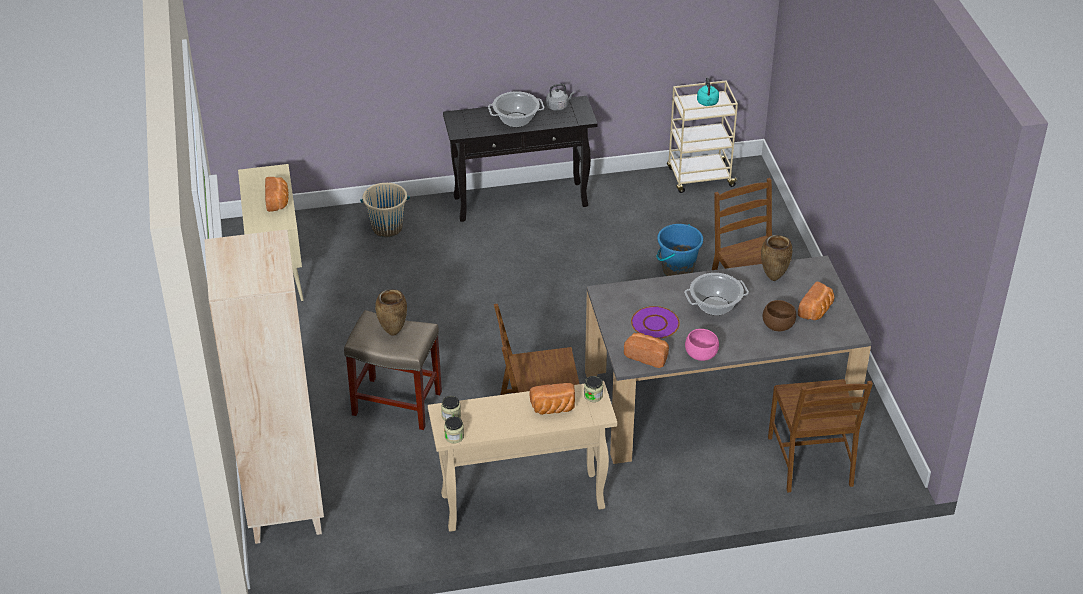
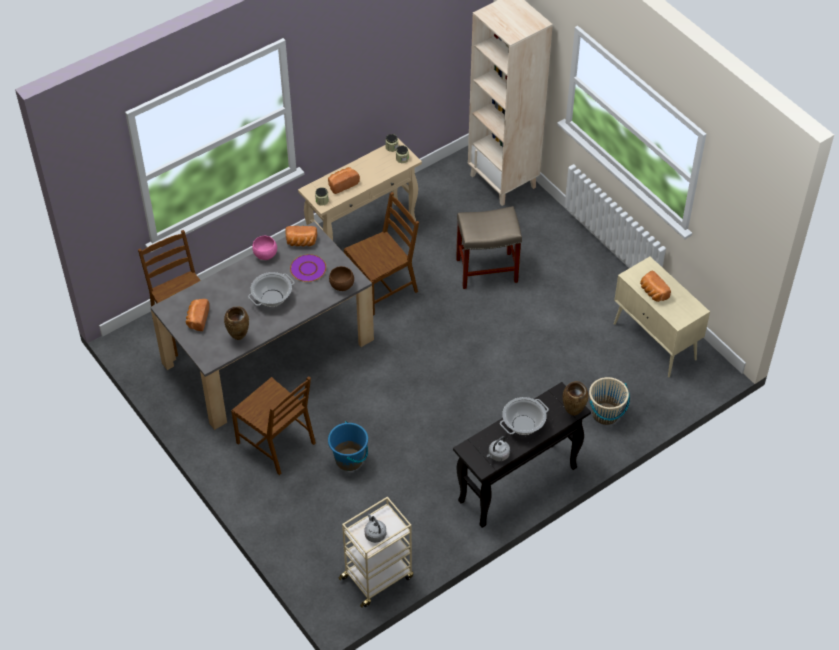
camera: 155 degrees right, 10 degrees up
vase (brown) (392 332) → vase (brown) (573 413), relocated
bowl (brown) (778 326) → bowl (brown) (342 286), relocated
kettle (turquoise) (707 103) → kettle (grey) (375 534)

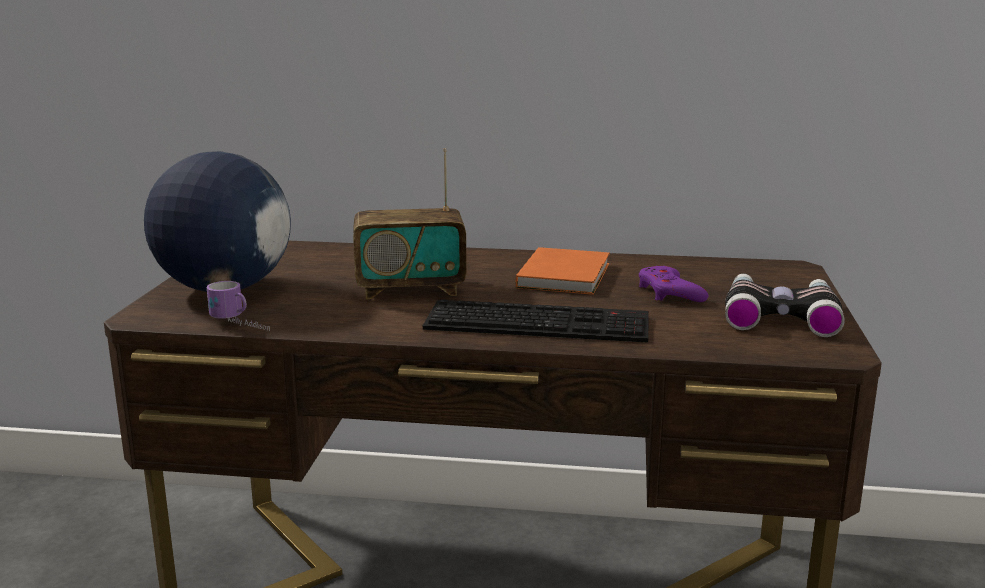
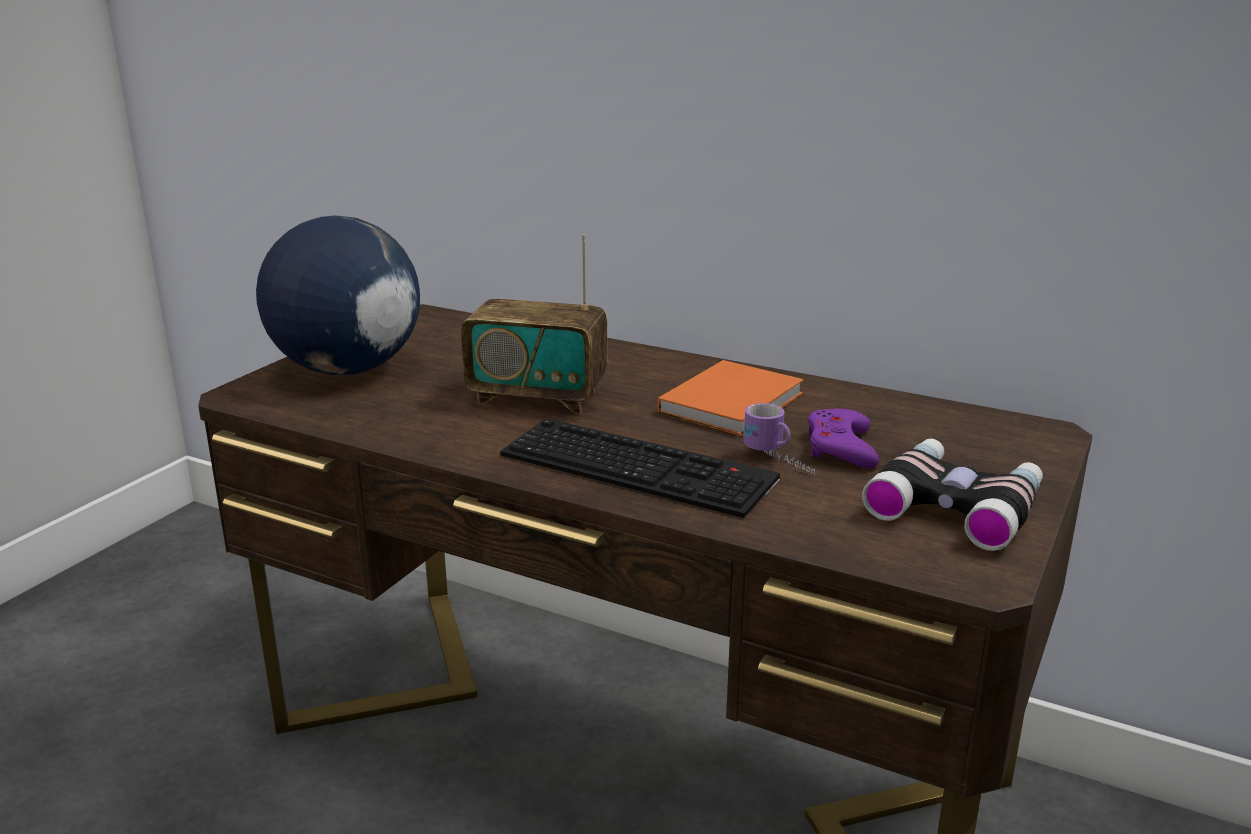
camera: 20 degrees right, 5 degrees up
mug (241 326) → mug (780 462), relocated

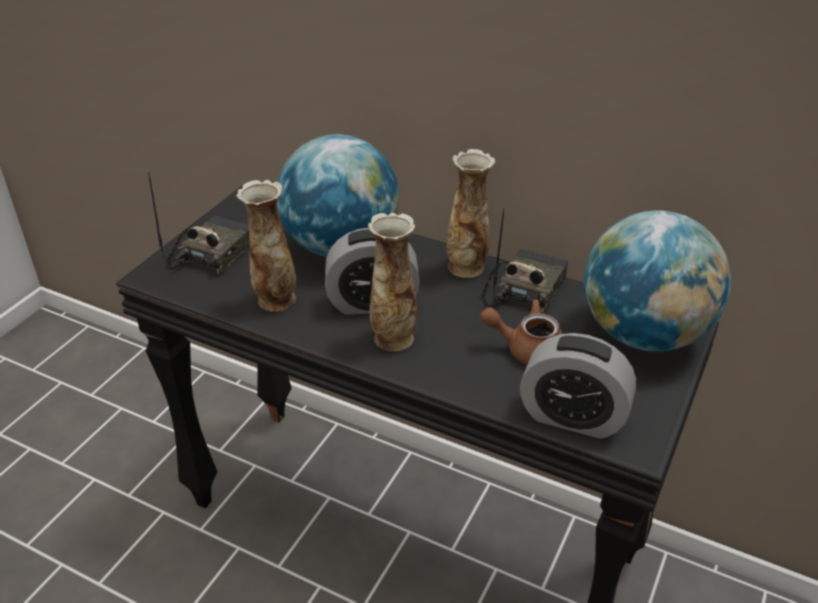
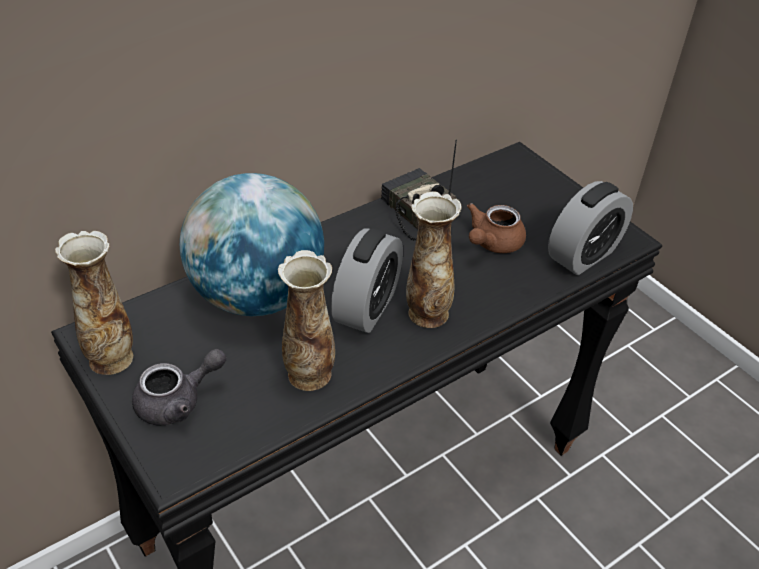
camera: 65 degrees left, 5 degrees up
globe (643 334) → -
vase (467 267) → vase (110 357), relocated
radio (211 253) → teapot (grey) (178 402)

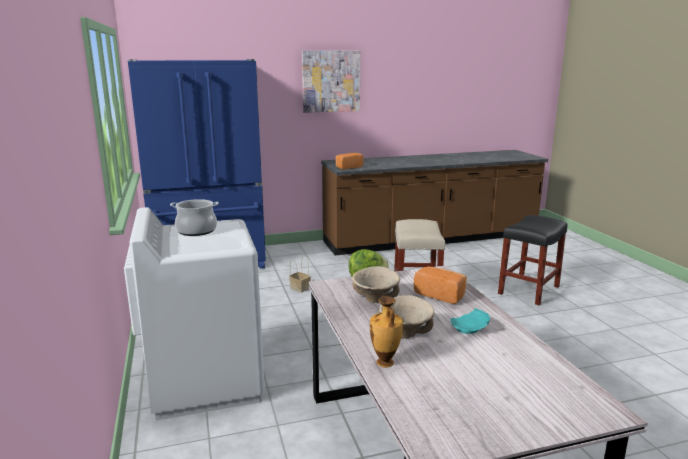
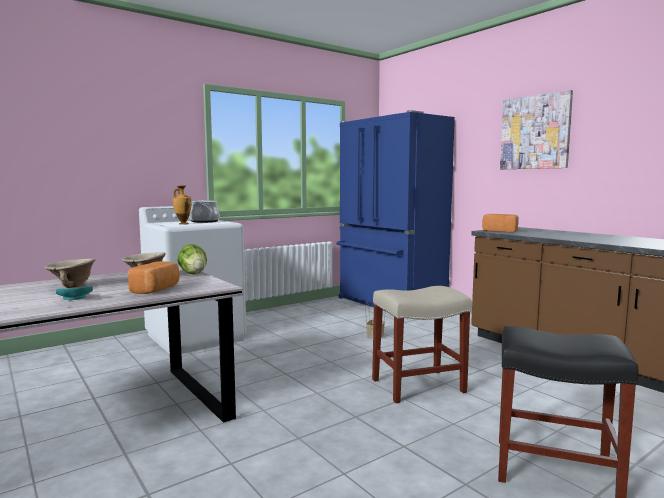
camera: 70 degrees right, 10 degrees down
vase (385 363) → vase (183 224), relocated

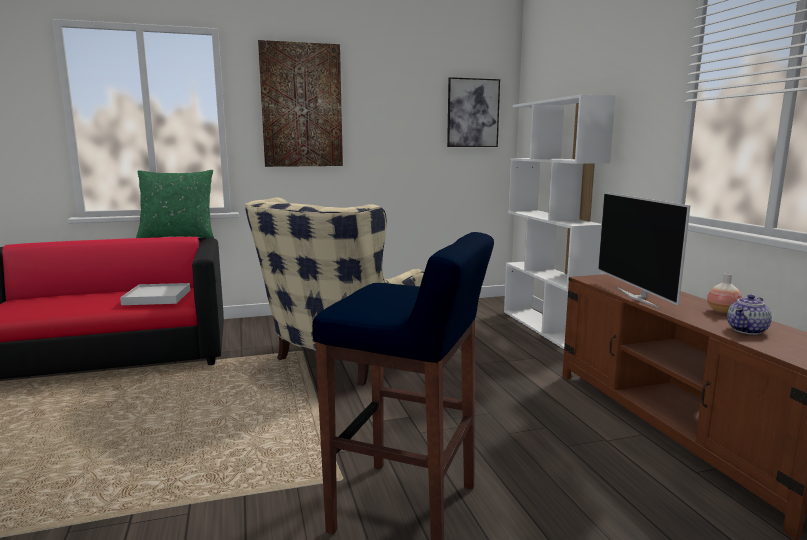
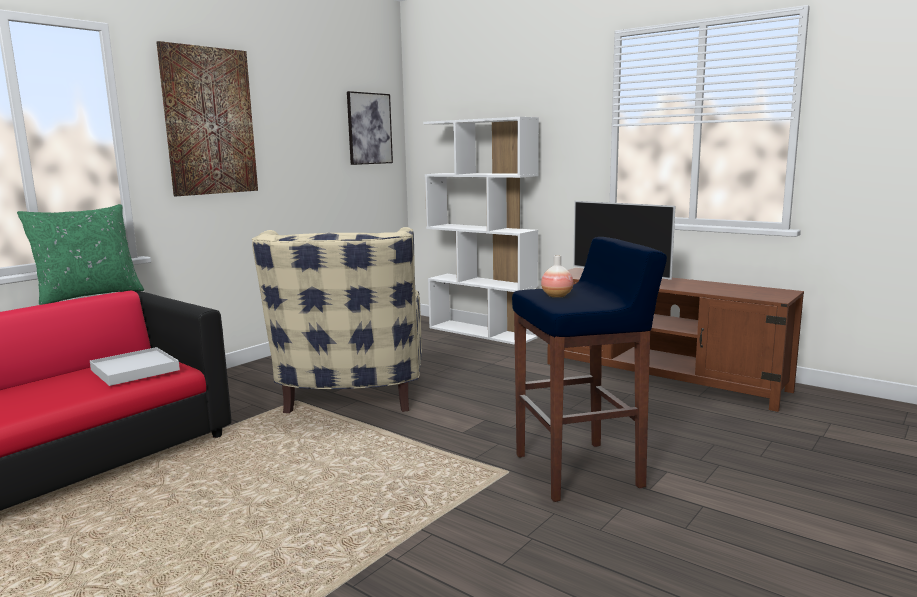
camera: 35 degrees left, 0 degrees up
teapot (747 331) → -
vase (722 311) → vase (557 296), relocated

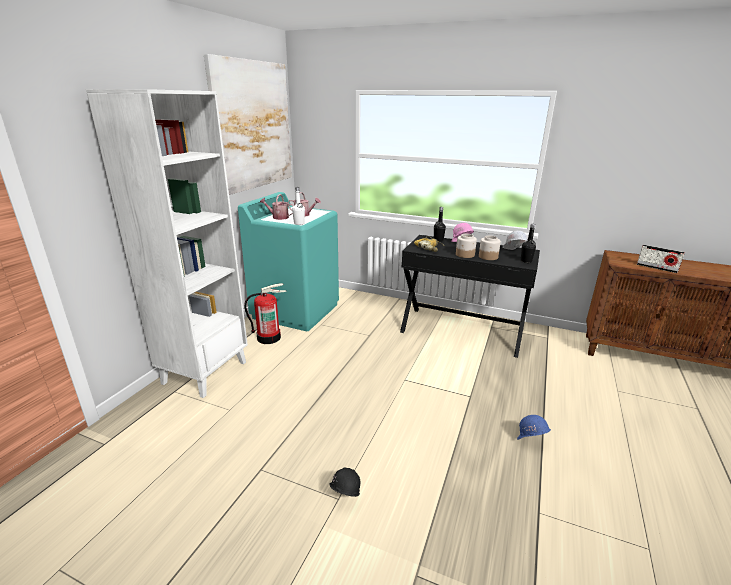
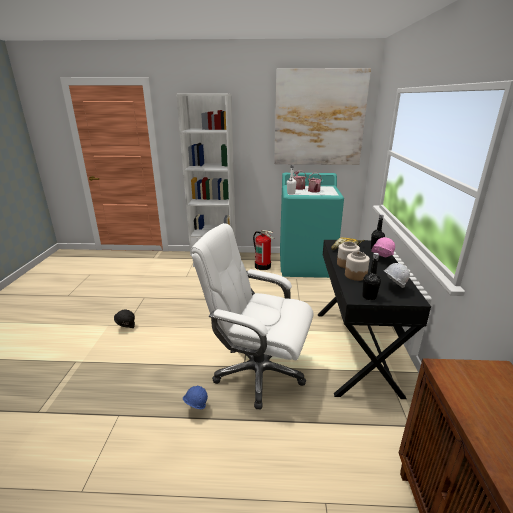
camera: 70 degrees right, 0 degrees up
radio (657 268) → -
- → office chair (white) (257 372)

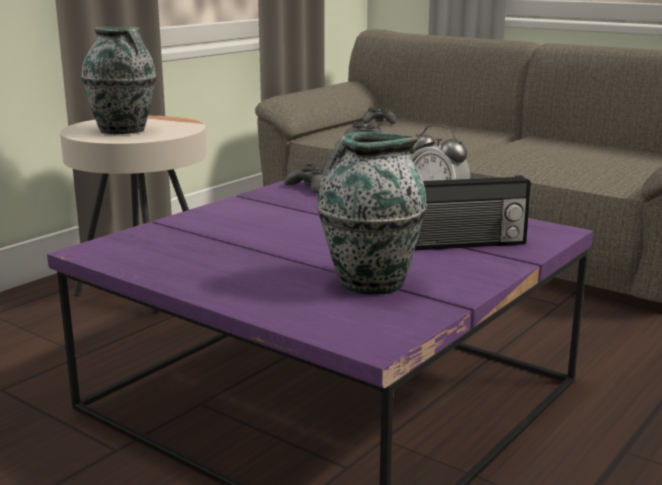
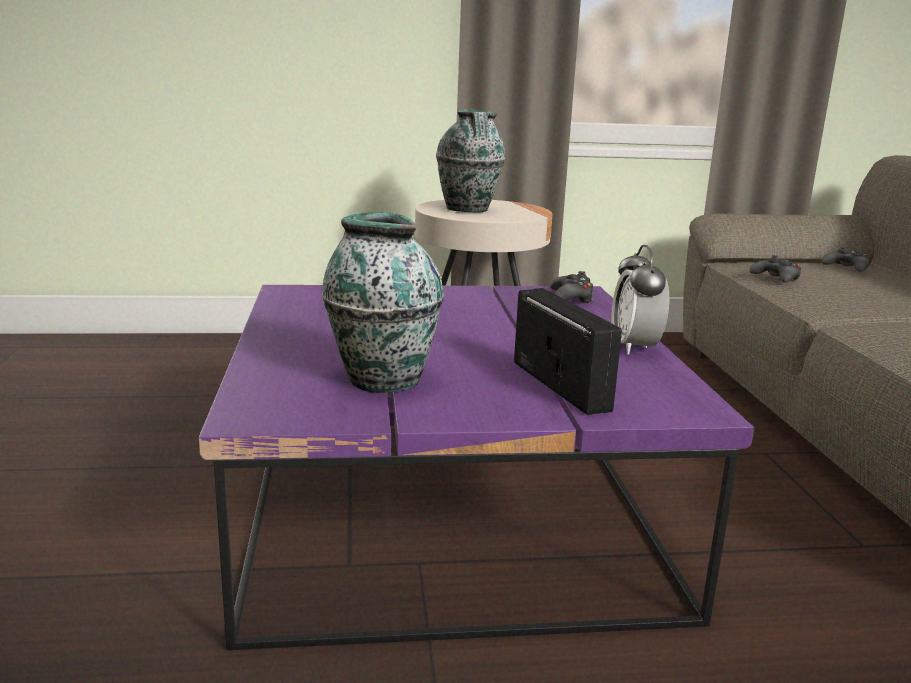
camera: 45 degrees right, 0 degrees up
radio (467 244) → radio (562 385), 150 degrees counterclockwise

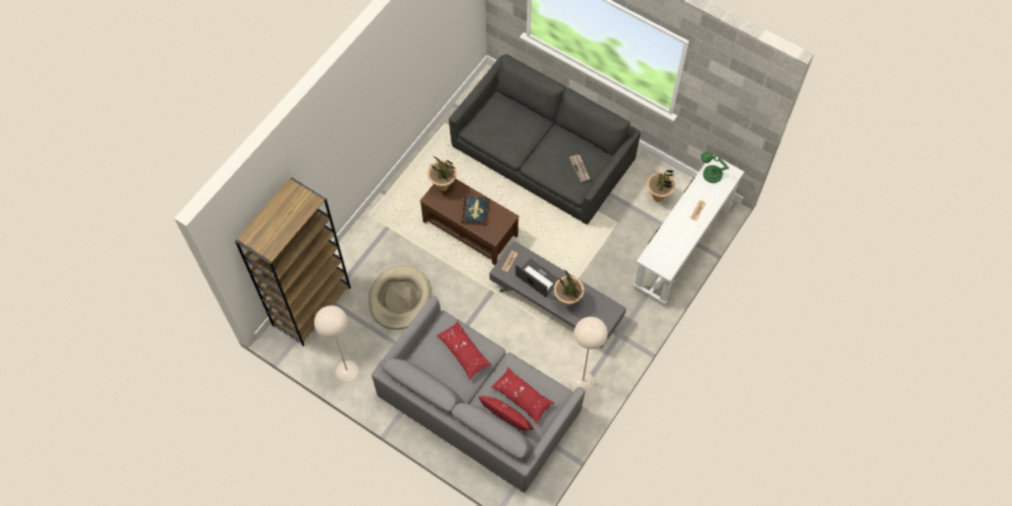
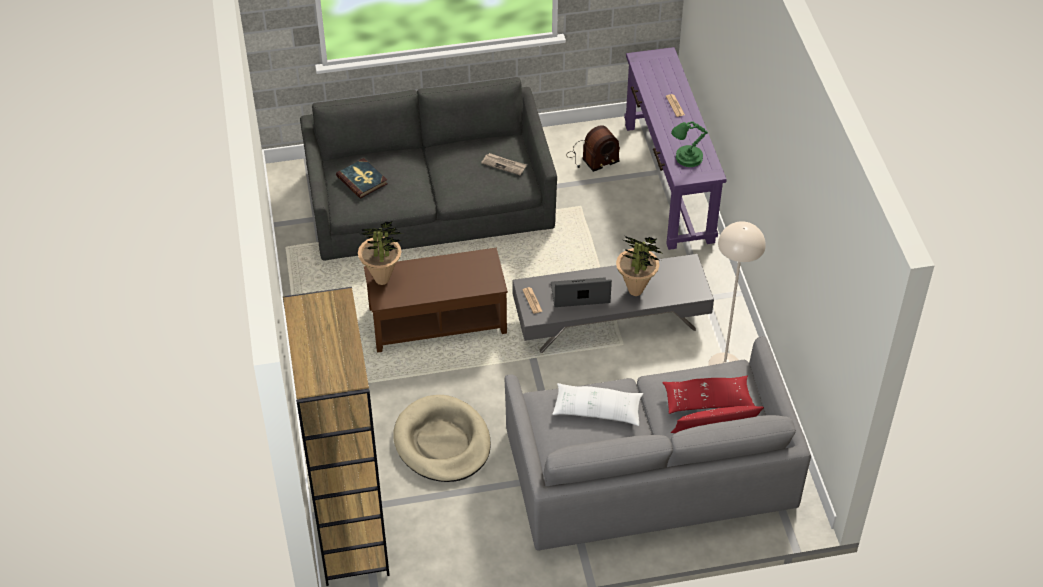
camera: 45 degrees left, 15 degrees down
floor lamp (beige) (347 370) → -
book (475 211) → book (362 180), relocated
table lamp (green) (710 174) → table lamp (green) (687 158), relocated
potted plant (658 197) → radio (591 158)
pillow (red) (463 352) → pillow (white) (597 410)
console table (white) (682 247) → console table (purple) (668 182)

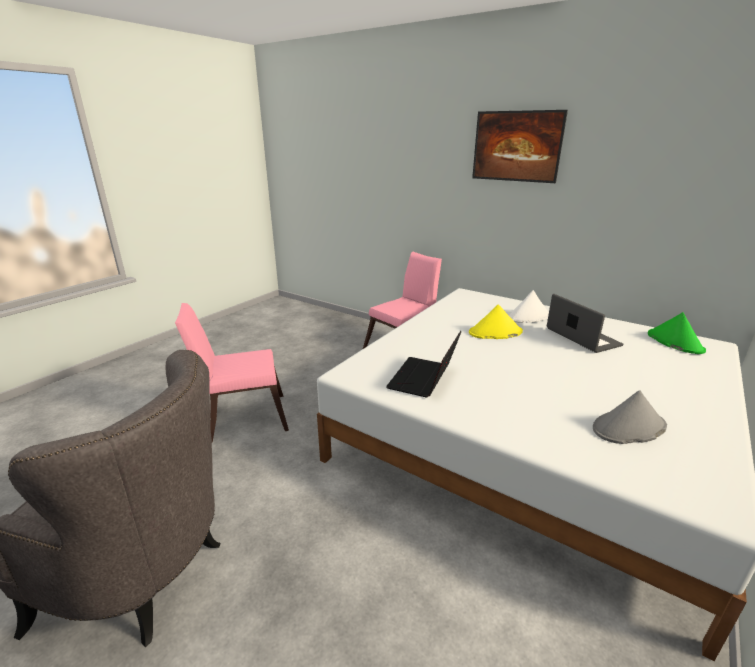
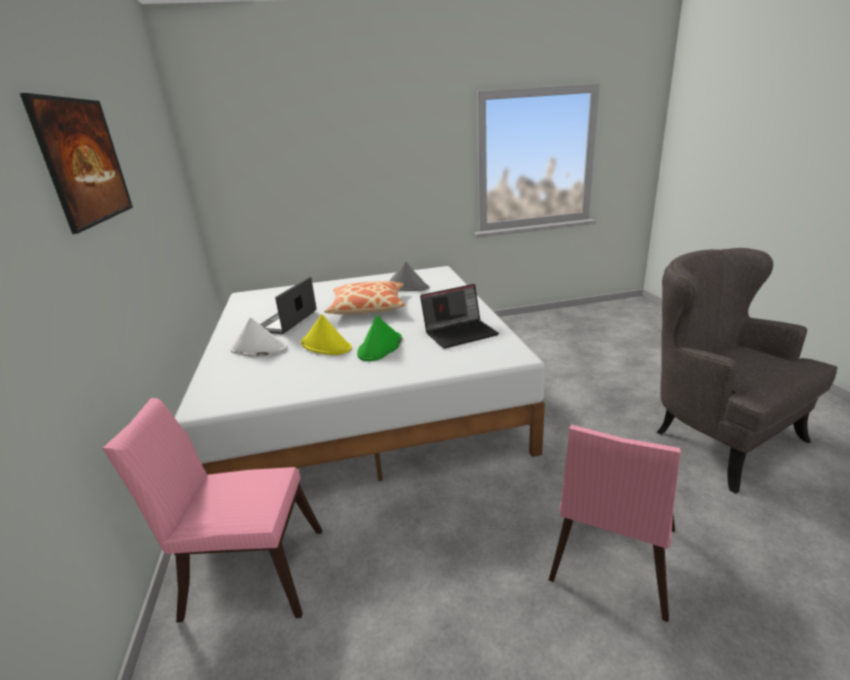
camera: 135 degrees left, 0 degrees up
- → pillow (368 307)
hat (green) (674 342) → hat (green) (380 347), relocated
chair (pink) (242 418) → chair (pink) (610 560), 90 degrees clockwise

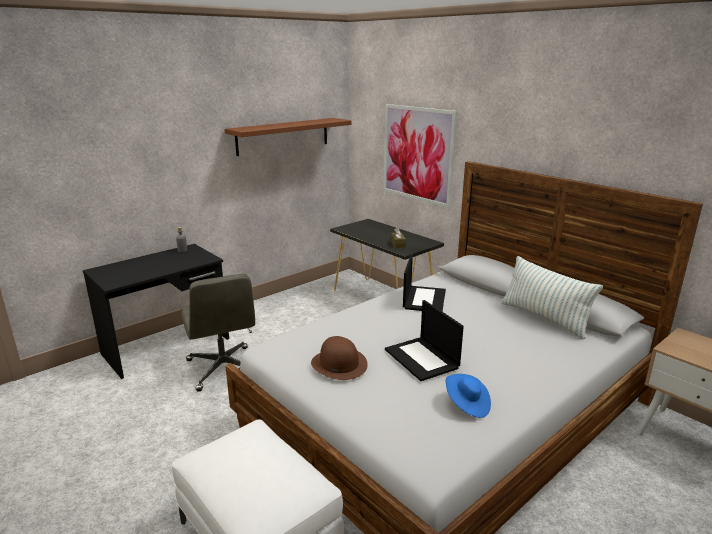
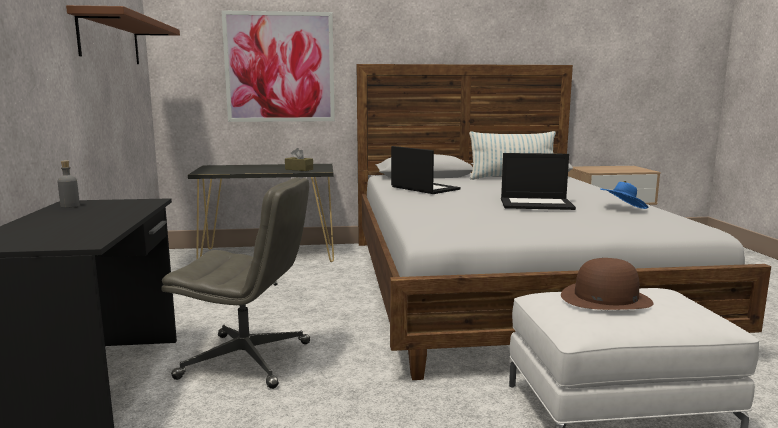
camera: 55 degrees left, 10 degrees down
hat (brown) (338 364) → hat (brown) (605 298), relocated

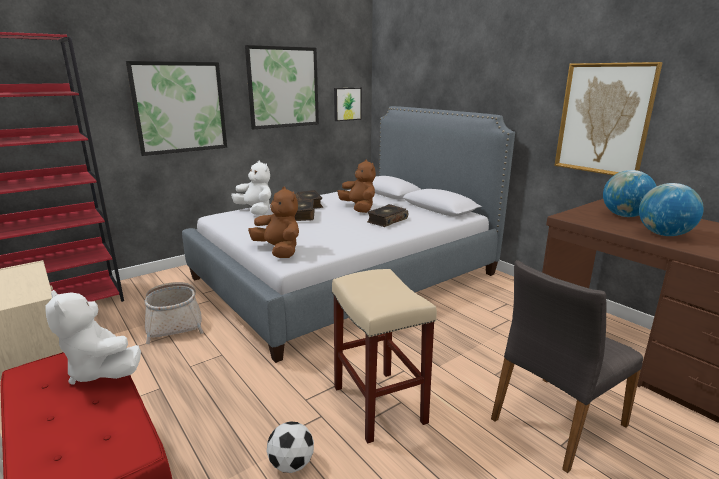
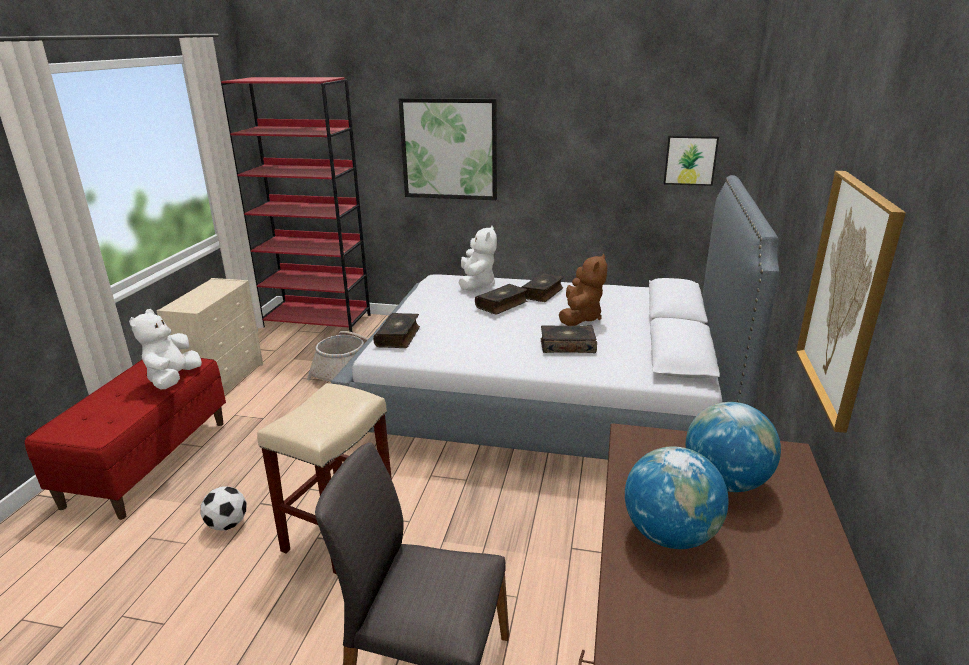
camera: 50 degrees right, 5 degrees up
picture (283 87) → -
plush toy (brown) (279 251) → book (399 337)

